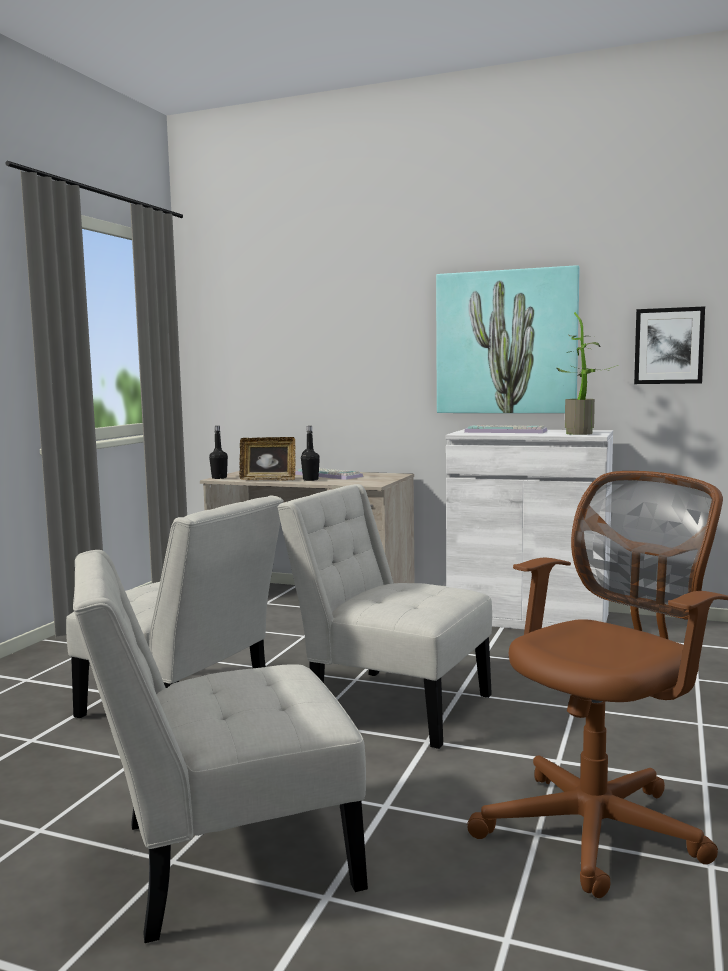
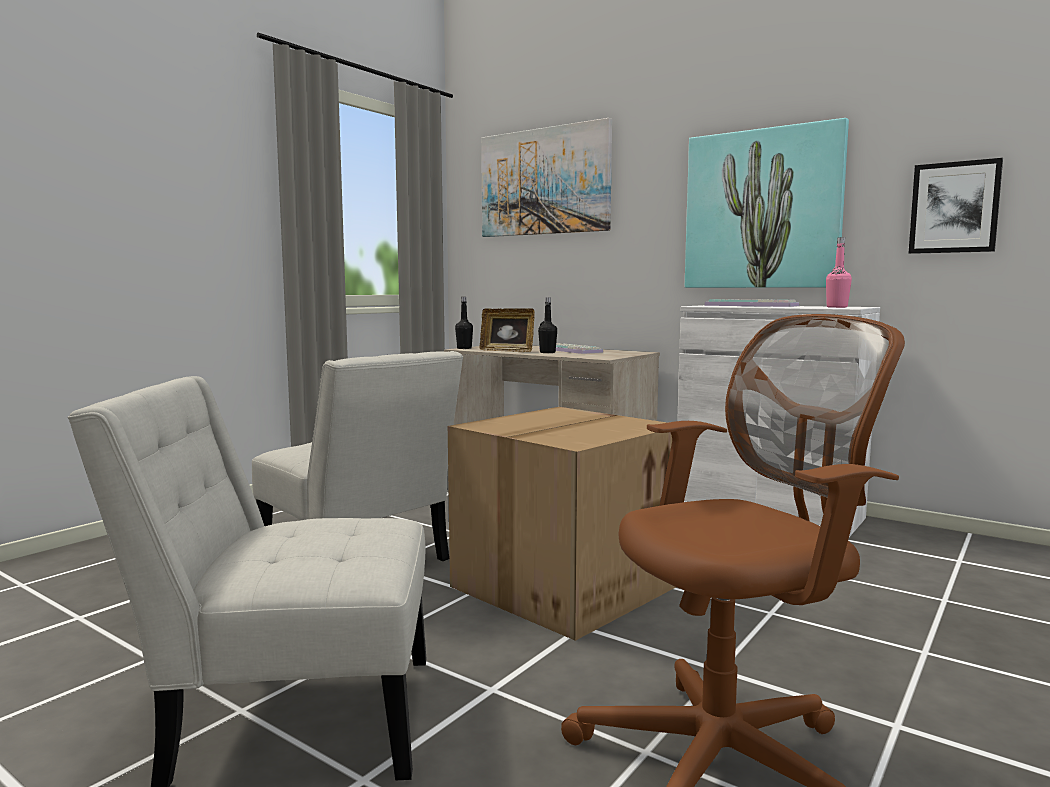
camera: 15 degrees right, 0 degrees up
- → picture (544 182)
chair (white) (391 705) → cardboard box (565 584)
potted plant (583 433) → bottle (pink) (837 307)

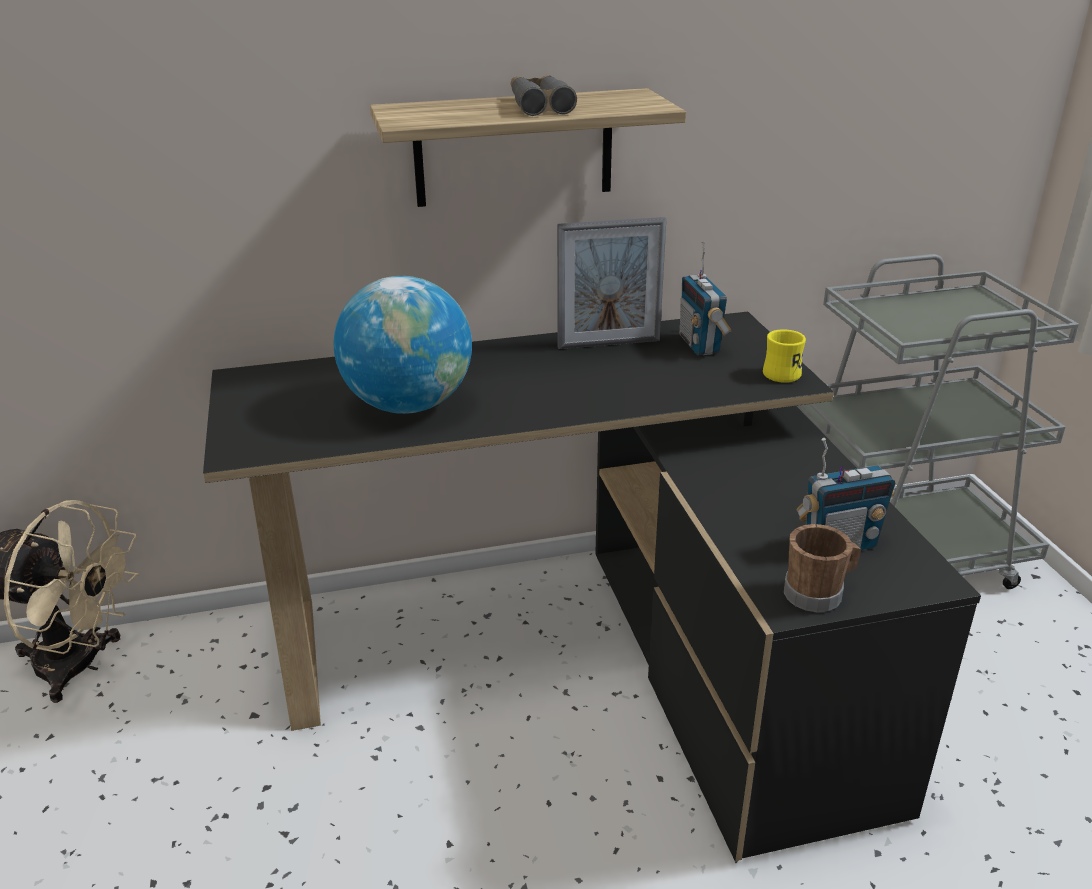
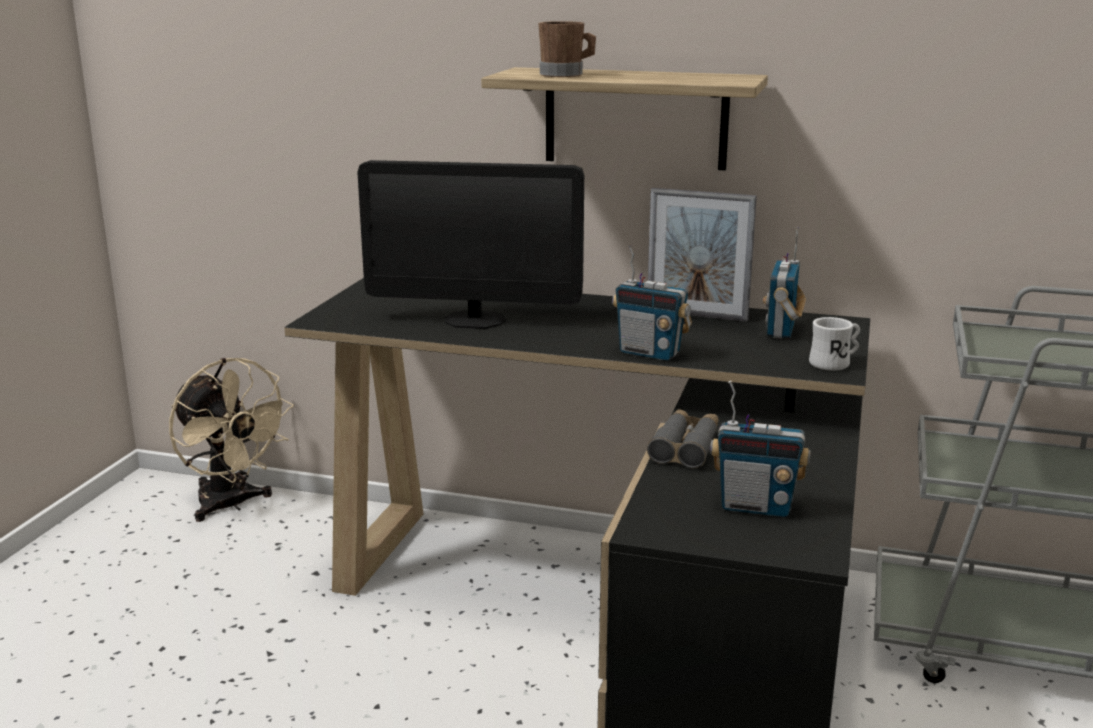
camera: 30 degrees right, 10 degrees down
- → radio (649 353)
binoculars (grey) (540 105) → binoculars (grey) (685 447), relocated
mug (brown) (818 593) → mug (brown) (566 75), relocated
globe (409 405) → monitor (475 320)
mug (yellow) (784 372) → mug (white) (834 363)

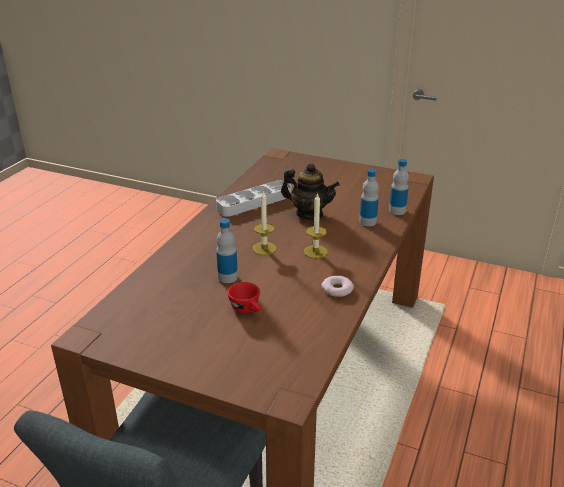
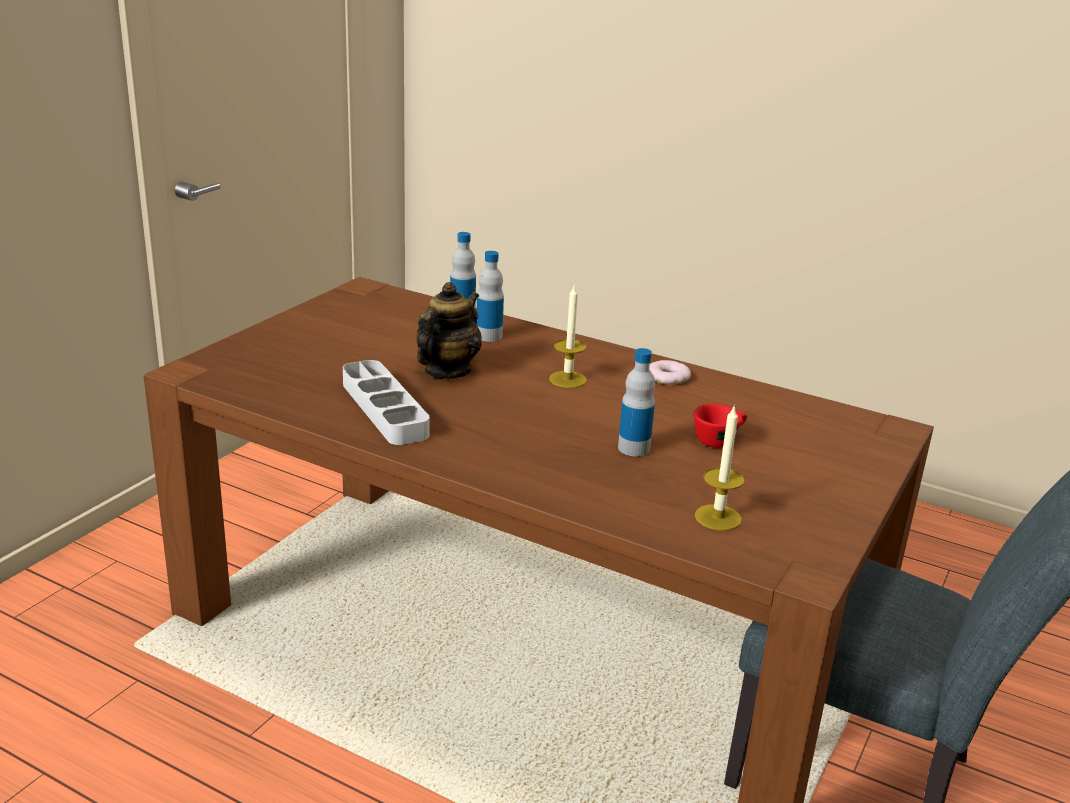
camera: 85 degrees left, 5 degrees down
candle (264 248) → candle (718 517), relocated

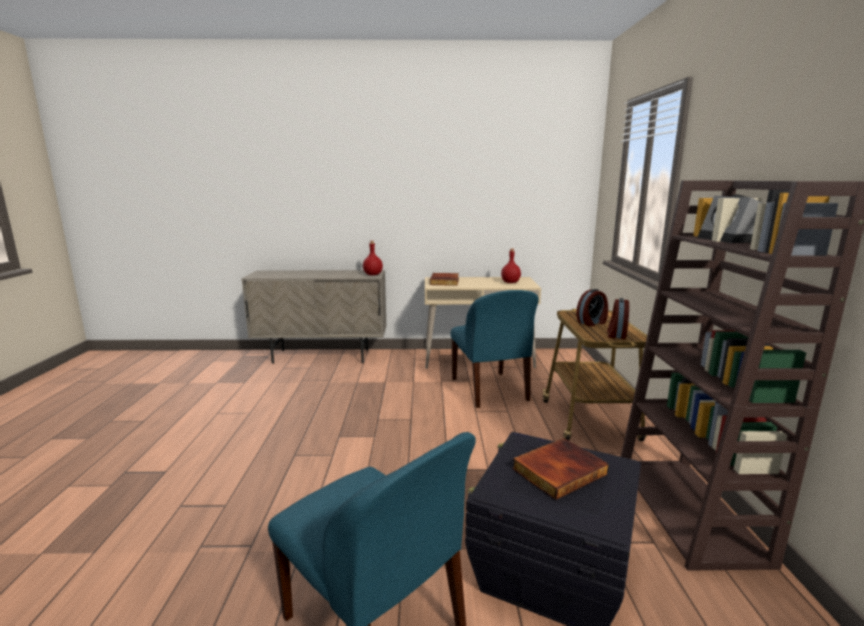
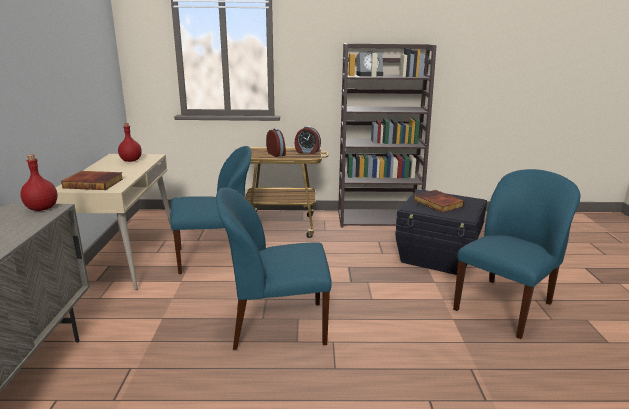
camera: 90 degrees left, 5 degrees up
- → chair (blue) (276 325)

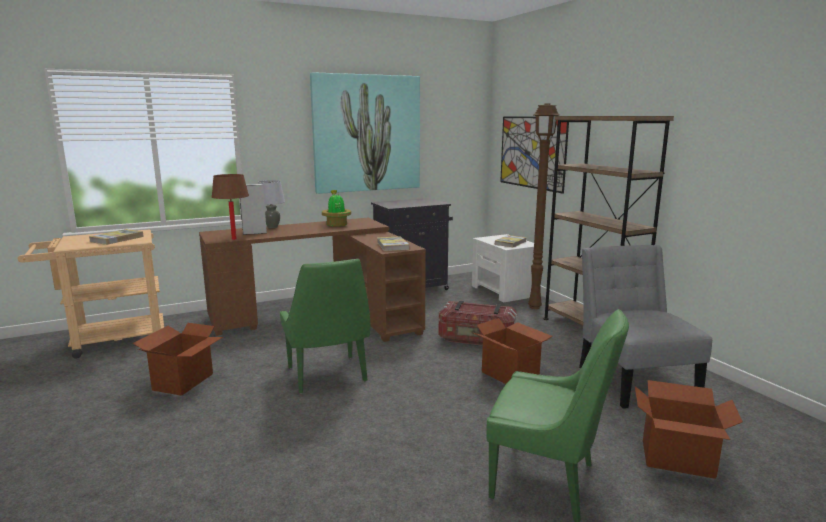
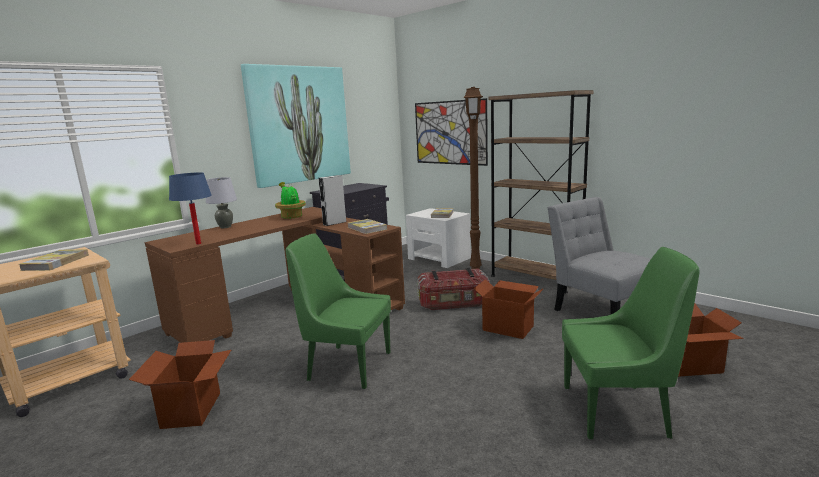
camera: 20 degrees left, 0 degrees up
speaker (grey) (254 233) → speaker (grey) (334 223), relocated
table lamp (brown) (234 239) → table lamp (blue) (198 244)
chair (green) (327 375) → chair (green) (346 365), 150 degrees clockwise

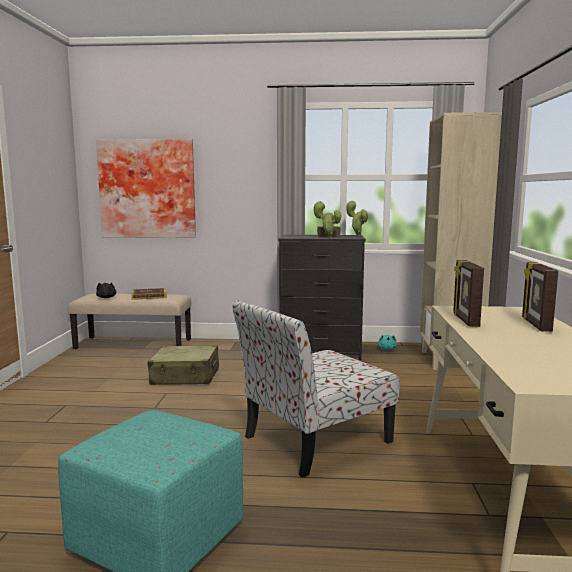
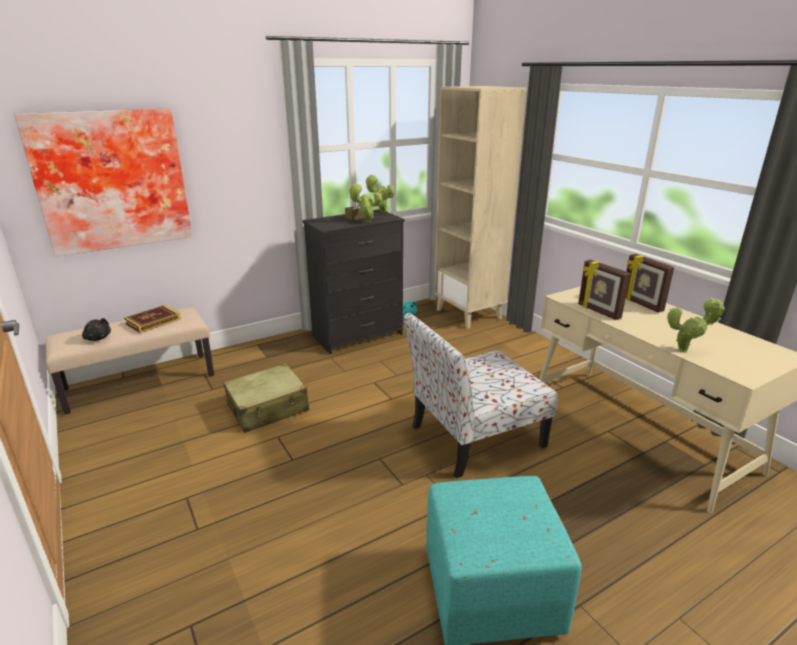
camera: 35 degrees left, 15 degrees up
- → potted plant (686 350)
chair (314 440) → chair (474 437), 45 degrees clockwise

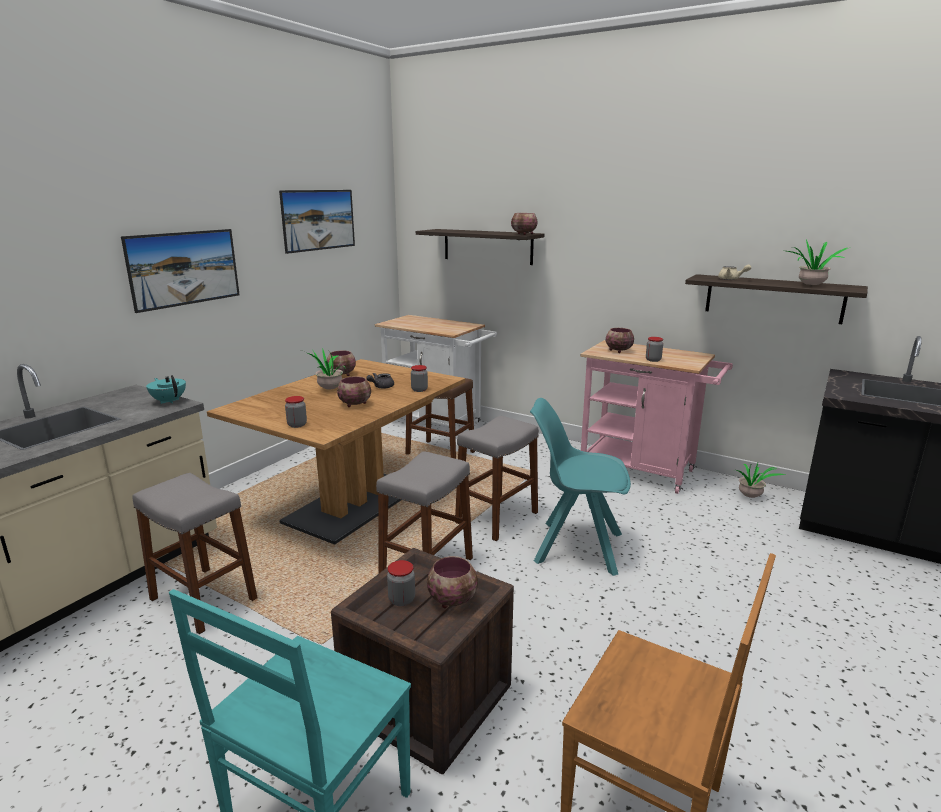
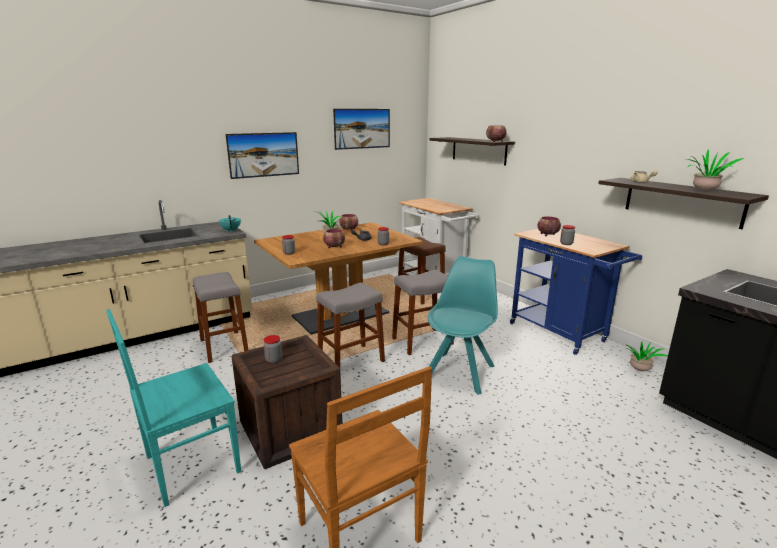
camera: 25 degrees right, 0 degrees up
bowl (453 599) → -
cart (pink) (644 472) → cart (blue) (562 334)
chair (turquoise) (575 547) → chair (turquoise) (460 371), 75 degrees clockwise

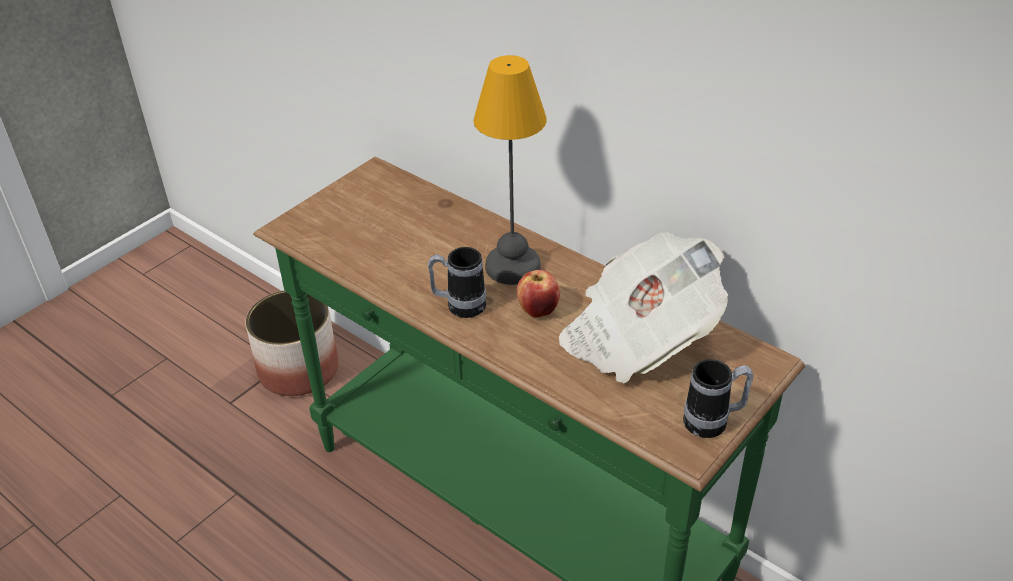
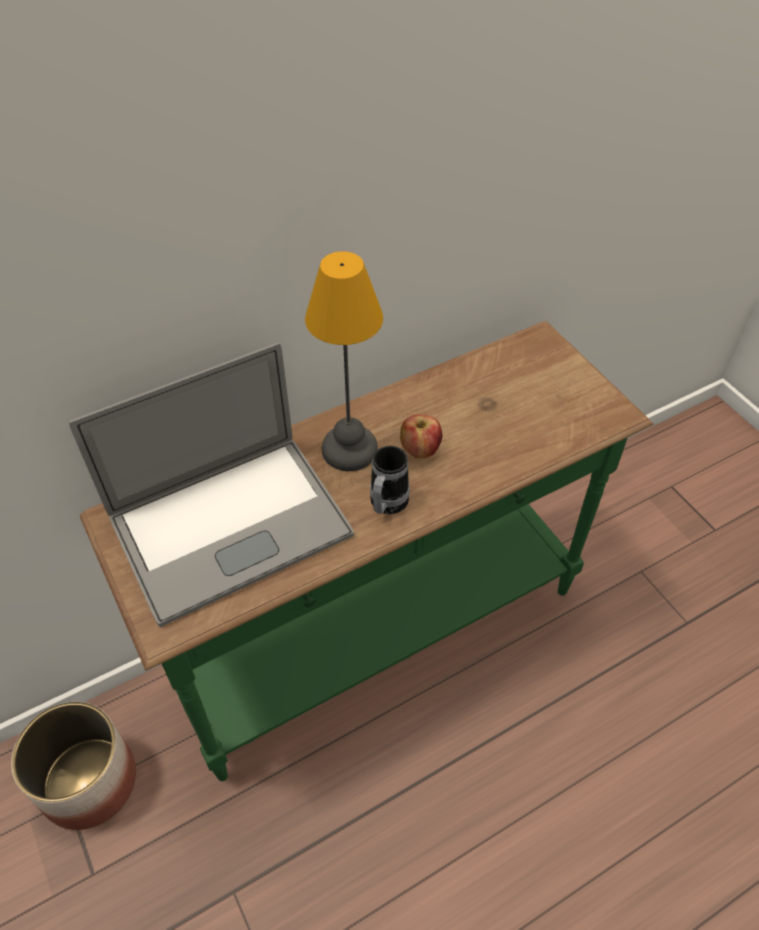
camera: 70 degrees left, 10 degrees up
newspaper (638 337) → -
mug (713 422) → -
- → laptop (230 526)

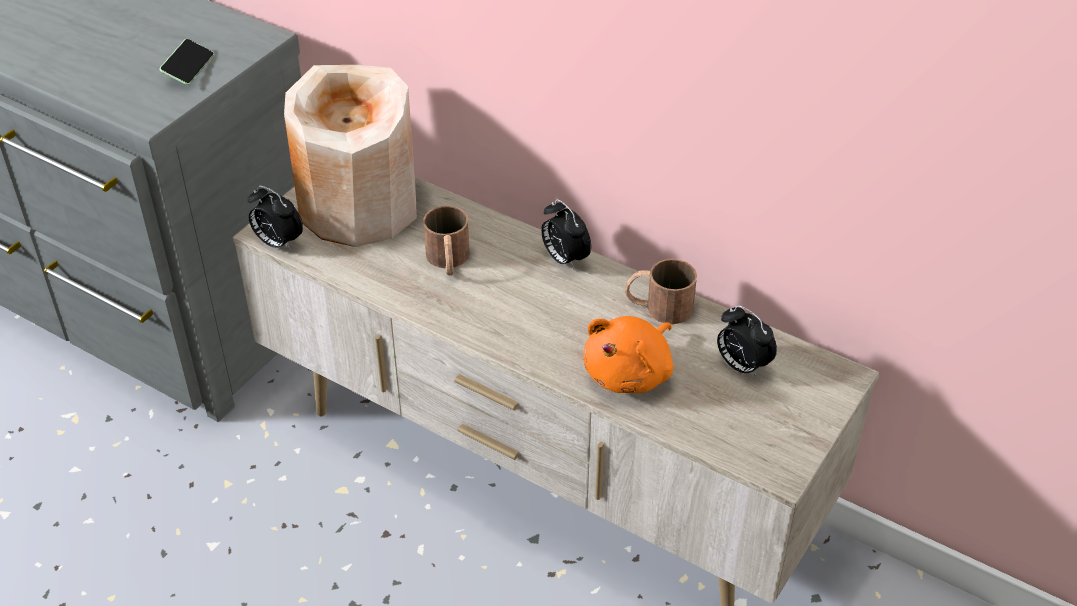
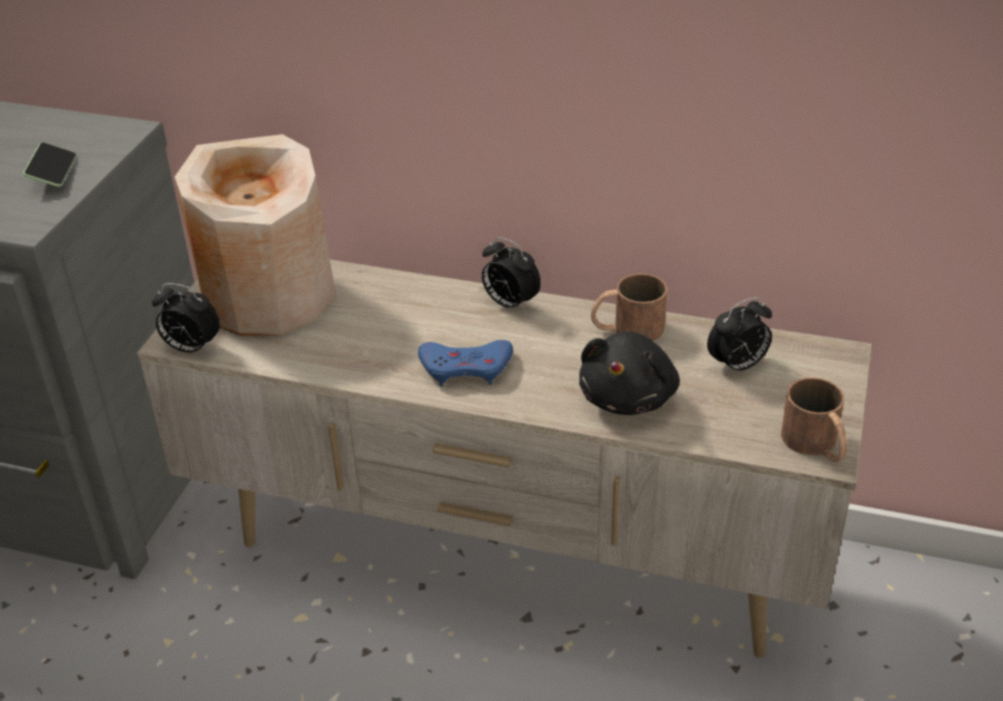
camera: 15 degrees left, 5 degrees down
- → game controller (blue) (466 368)
mug (brown) (448 261) → mug (brown) (816 445), relocated
plush toy (orange) (630 373) → plush toy (black) (629 397)
alarm clock (741 366) → alarm clock (737 366), 60 degrees counterclockwise

